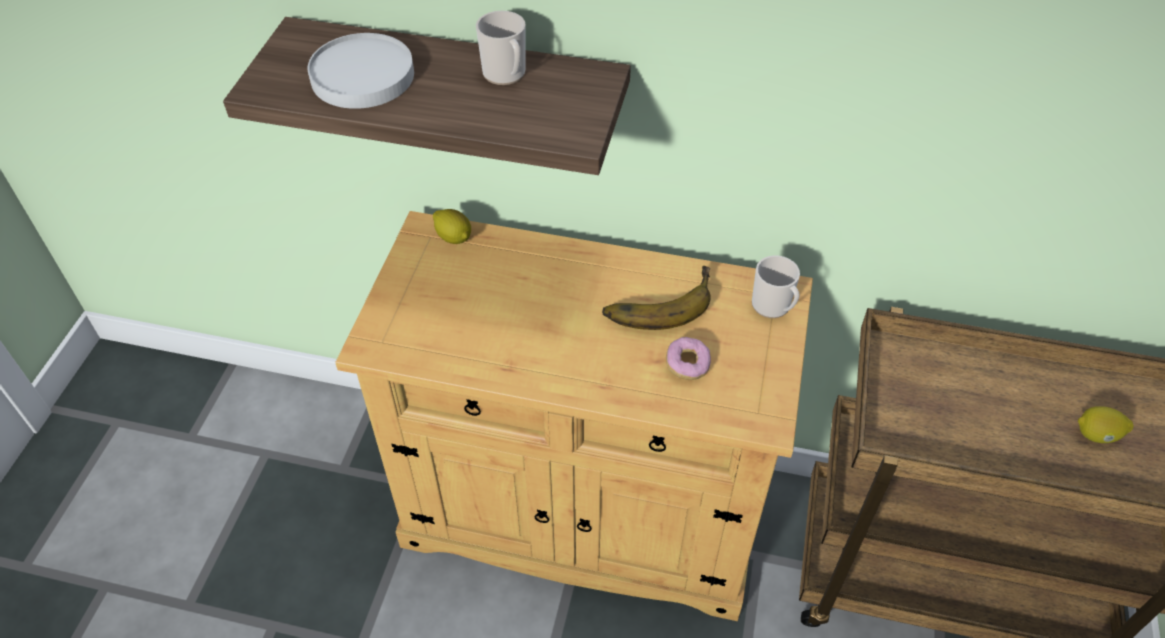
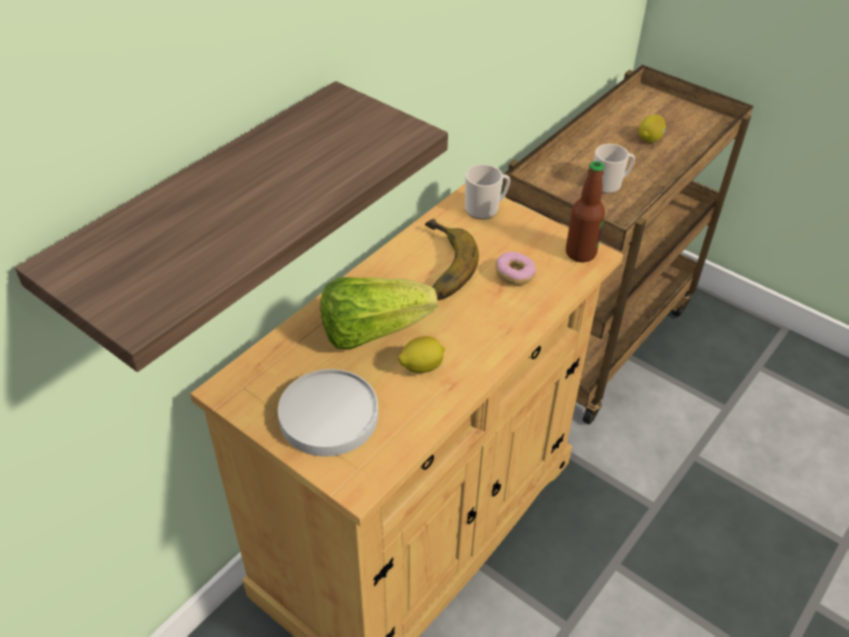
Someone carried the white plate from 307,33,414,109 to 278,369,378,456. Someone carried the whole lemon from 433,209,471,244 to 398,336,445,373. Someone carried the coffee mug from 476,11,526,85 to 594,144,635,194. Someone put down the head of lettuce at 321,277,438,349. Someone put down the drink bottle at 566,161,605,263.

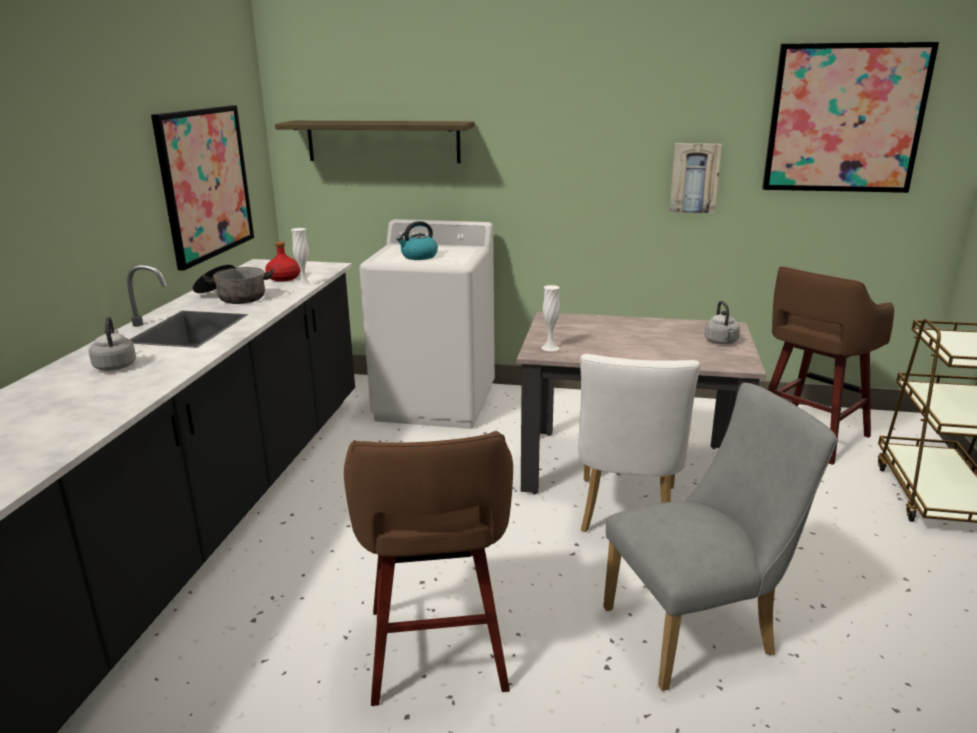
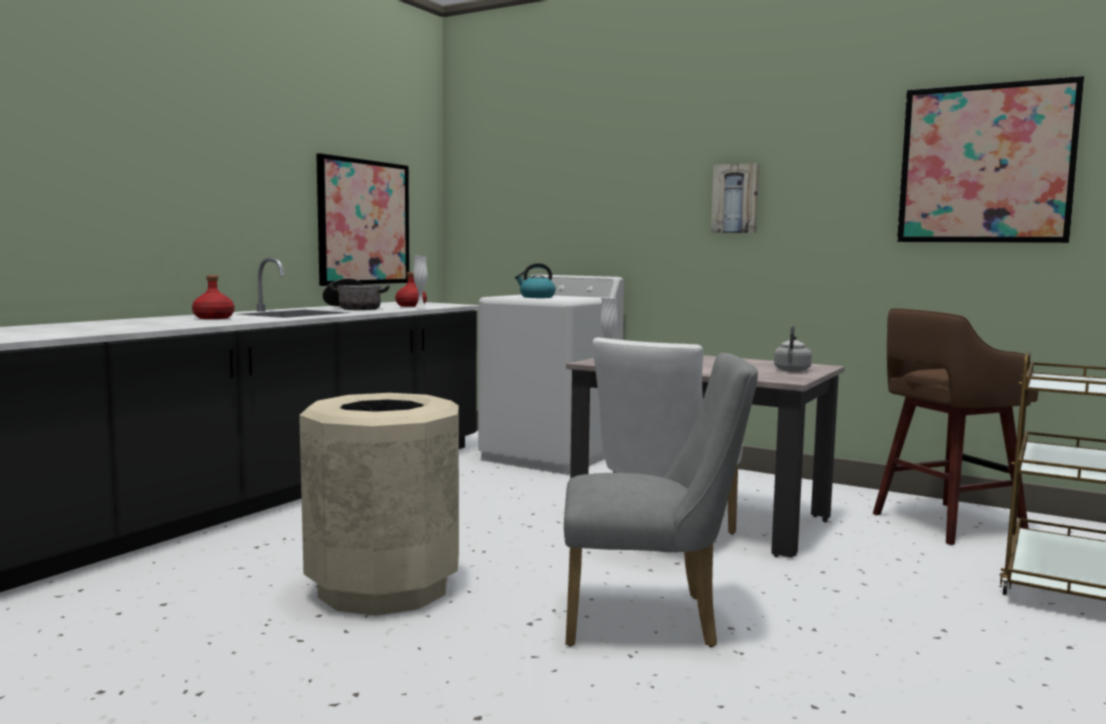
Someone swapped the greyish kettle at 89,316,136,371 for the red-coloured drink bottle at 192,275,234,319. Someone took away the bracket shelf at 275,121,475,163. Someone swapped the brown stool seat at 344,431,513,706 for the sand-coloured rubbish bin at 299,393,459,616. Someone carried the wall art from 669,143,722,213 to 711,163,759,233.

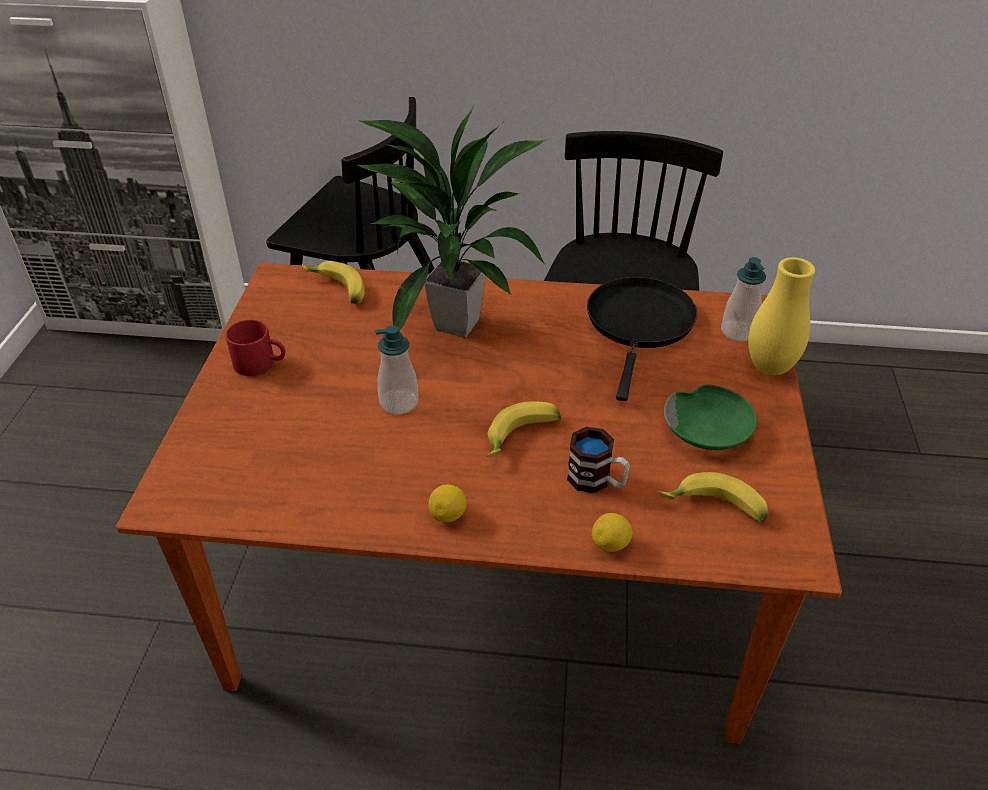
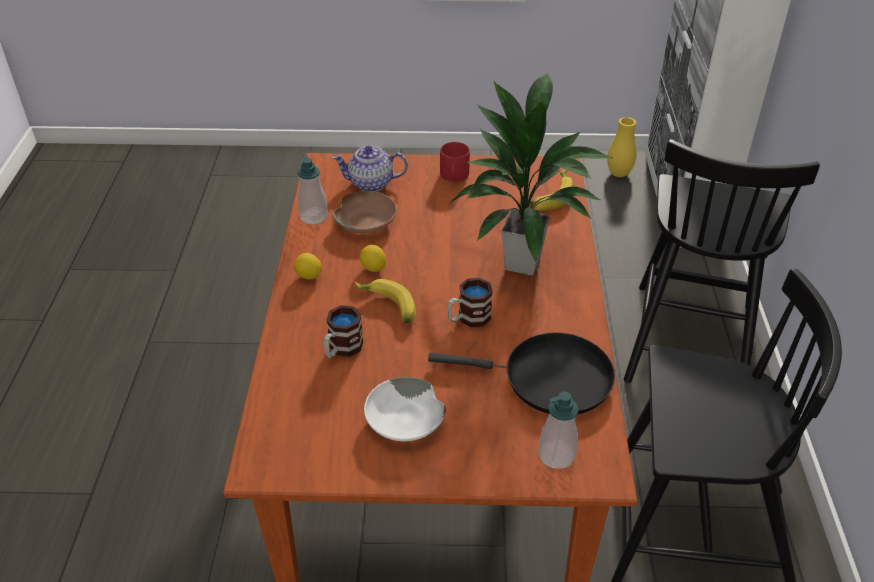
Someone carried the soap dispenser from 375,325,419,414 to 298,154,328,224. Someone carried the whole lemon from 592,513,633,552 to 359,245,386,272. Someone took away the banana at 658,472,768,523. Someone repainted the green deep dish at 664,384,757,450, which became the white deep dish at 364,377,446,441. Someone carried the yellowish vase from 748,257,815,376 to 607,117,637,177. Someone put down the pot for tea at 332,145,408,192. Someone put down the brown deep dish at 333,191,397,233. Someone put down the coffee mug at 447,278,493,327.

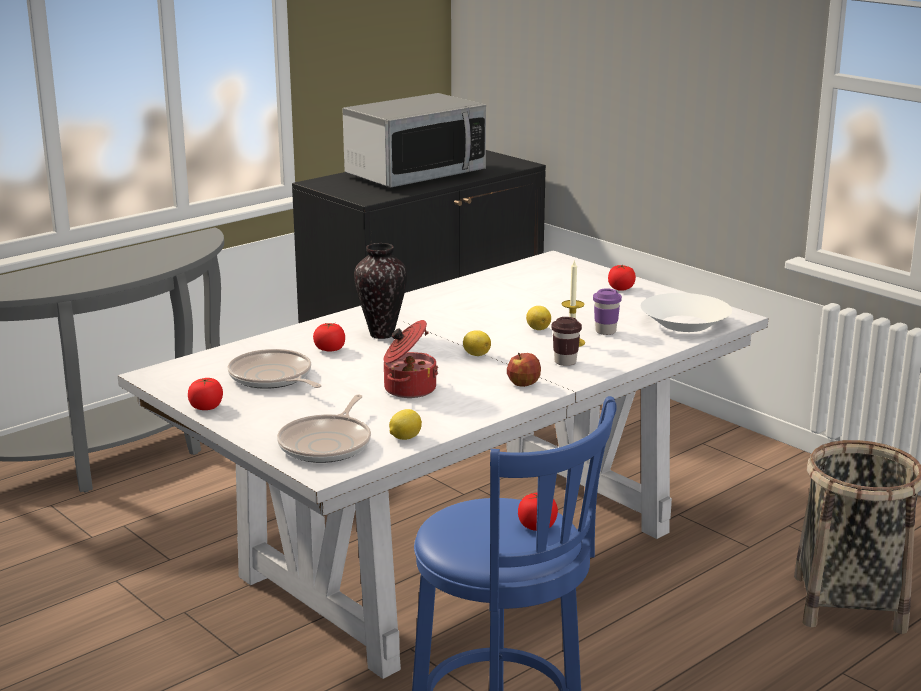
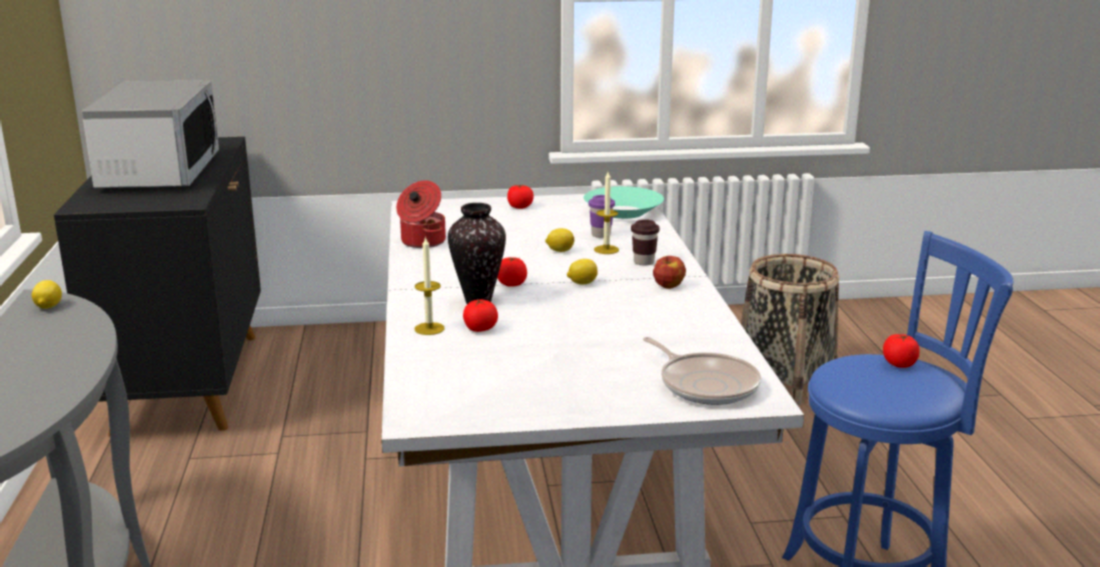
Someone carried the whole tomato from 188,378,223,410 to 497,257,527,287. Someone took away the skillet at 228,349,321,389. Someone carried the cooking pot from 384,320,438,398 to 396,180,446,248. Someone carried the whole lemon from 389,409,422,440 to 32,280,62,309. Someone repainted the white deep dish at 641,293,732,332, which became the turquoise deep dish at 584,186,664,219. Someone put down the wax candle at 414,236,445,335.

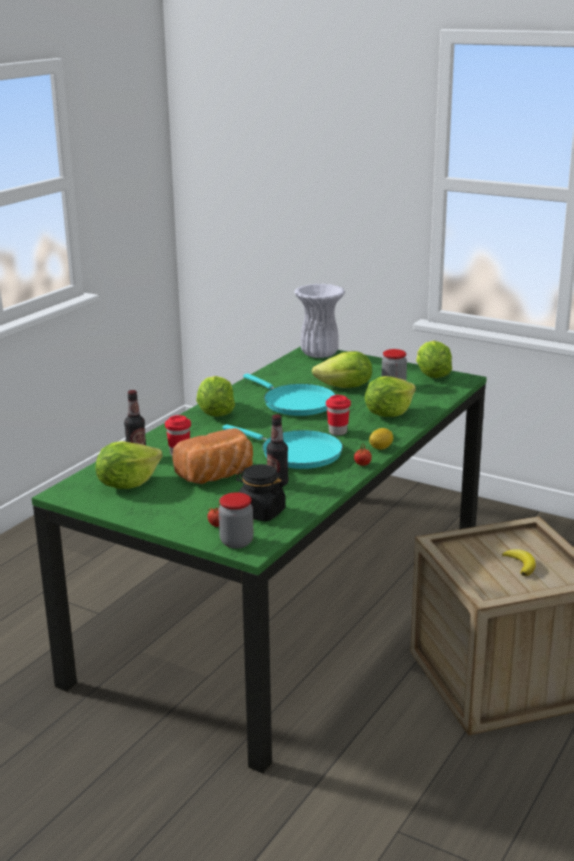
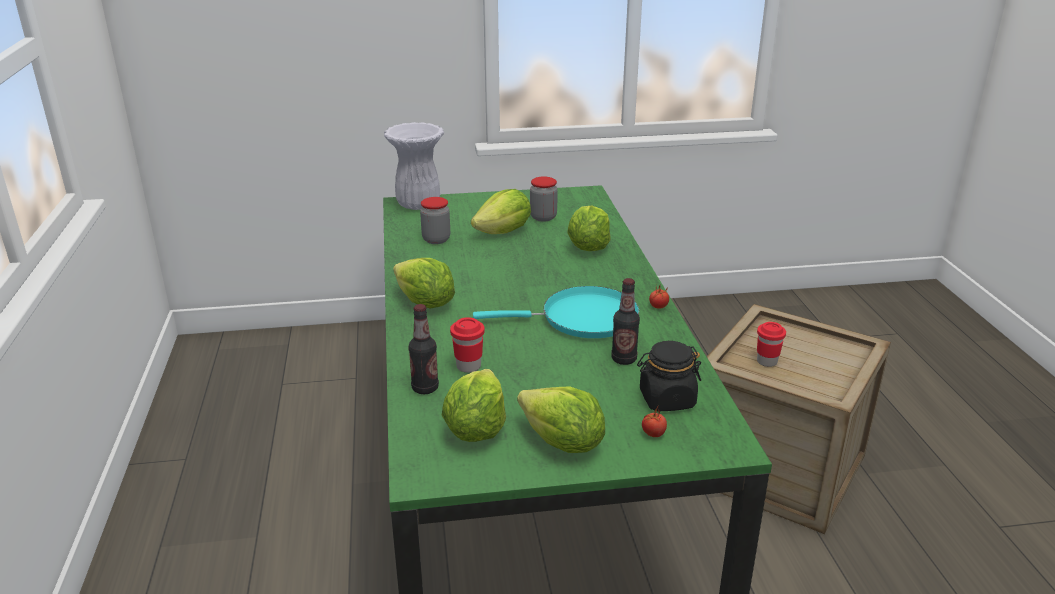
Someone took away the baked bread at 172,428,253,484. Someone carried the storage jar from 219,492,254,549 to 420,197,450,244. Someone took away the turquoise skillet at 243,374,336,416. Someone carried the red-coloured cup from 326,395,351,436 to 757,322,786,367. Someone took away the whole lemon at 369,428,393,450. Someone carried the head of lettuce from 416,341,452,378 to 517,386,605,453. Someone took away the banana at 502,549,536,576.

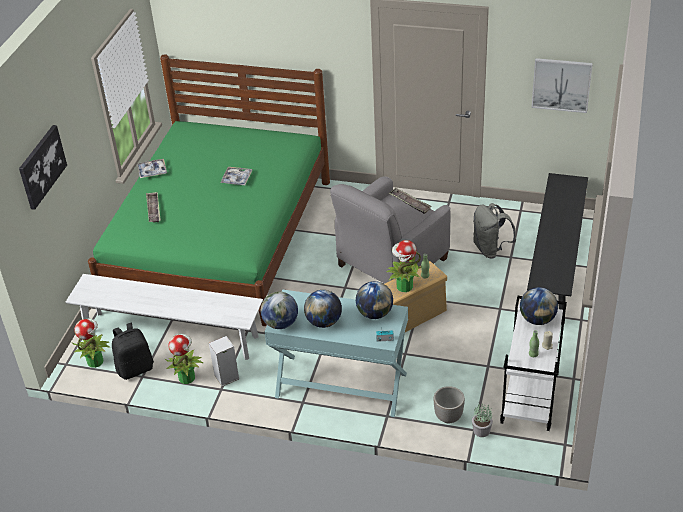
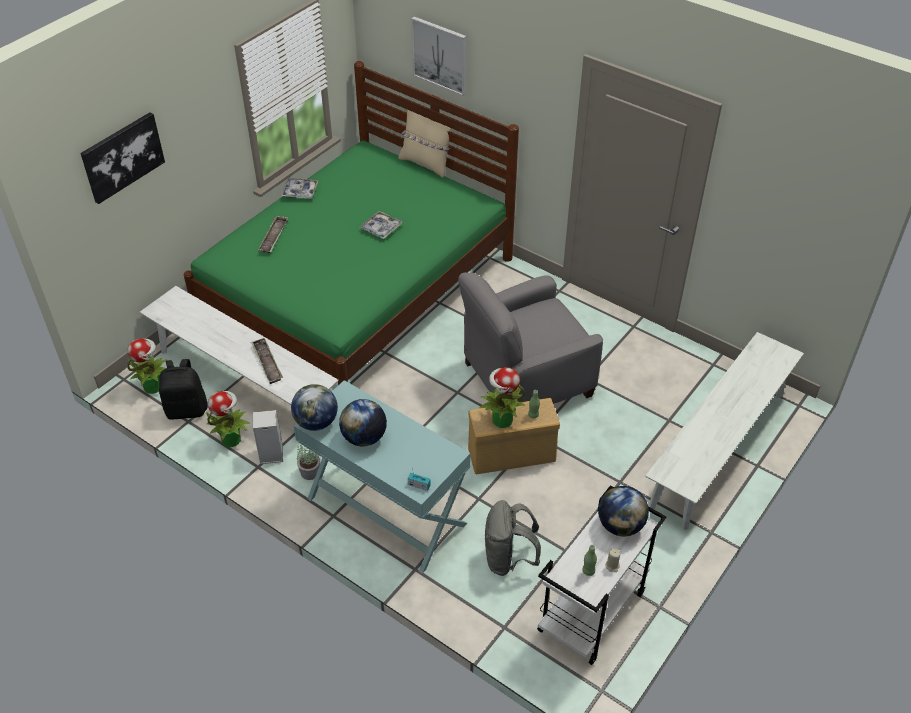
Someone took away the world globe at 356,281,393,319. Someone carried the serving tray from 389,188,432,214 to 251,338,283,384. Someone took away the planter at 433,386,465,423. Someone carried the plant in a pot from 472,403,493,437 to 297,445,320,480. Someone carried the greyish backpack from 473,203,516,258 to 485,500,541,576. Someone repainted the black-coloured bench at 527,173,588,325, which became the white bench at 645,332,804,530. Someone carried the wall art from 532,58,593,113 to 411,17,466,96. Someone put down the sand-coloured pillow at 398,110,452,178.

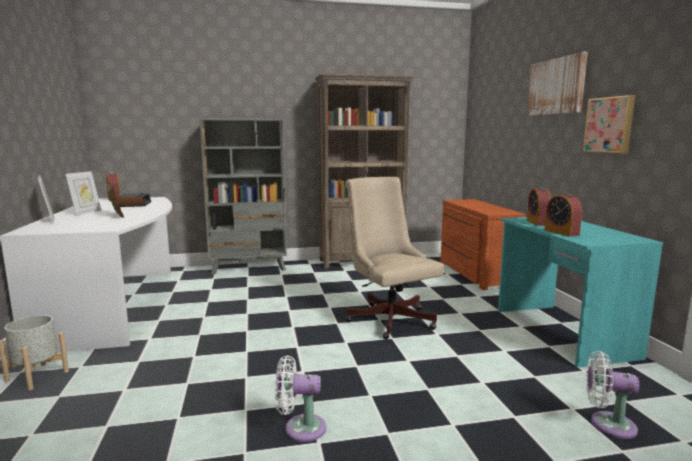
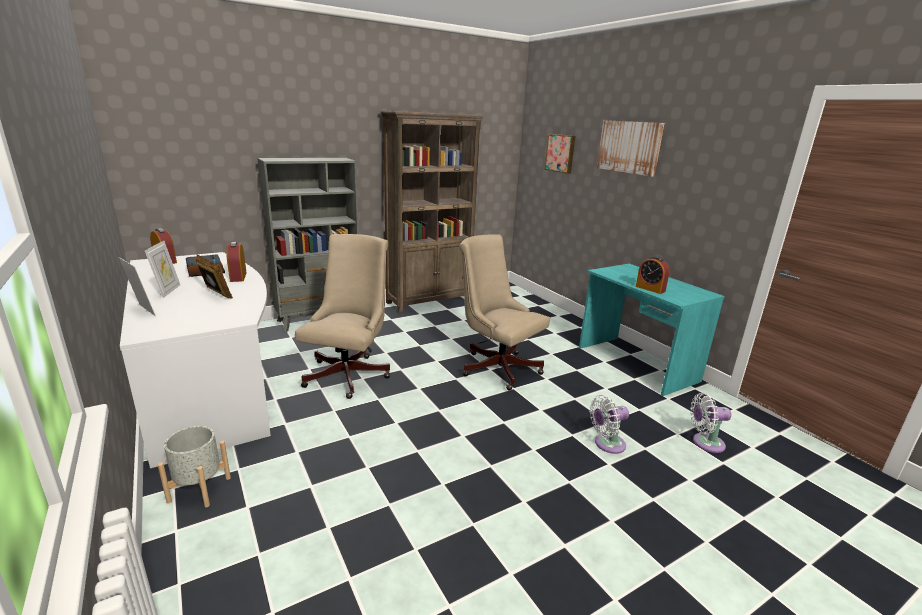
Someone carried the white electric fan from 275,355,326,442 to 590,395,629,454. Someone took away the brown chest of drawers at 441,199,526,290. Someone carried the table clock from 527,187,551,226 to 226,242,247,282. Someone carried the wall art from 583,95,635,154 to 544,134,575,174. Someone put down the sand-coloured office chair at 295,234,390,399.

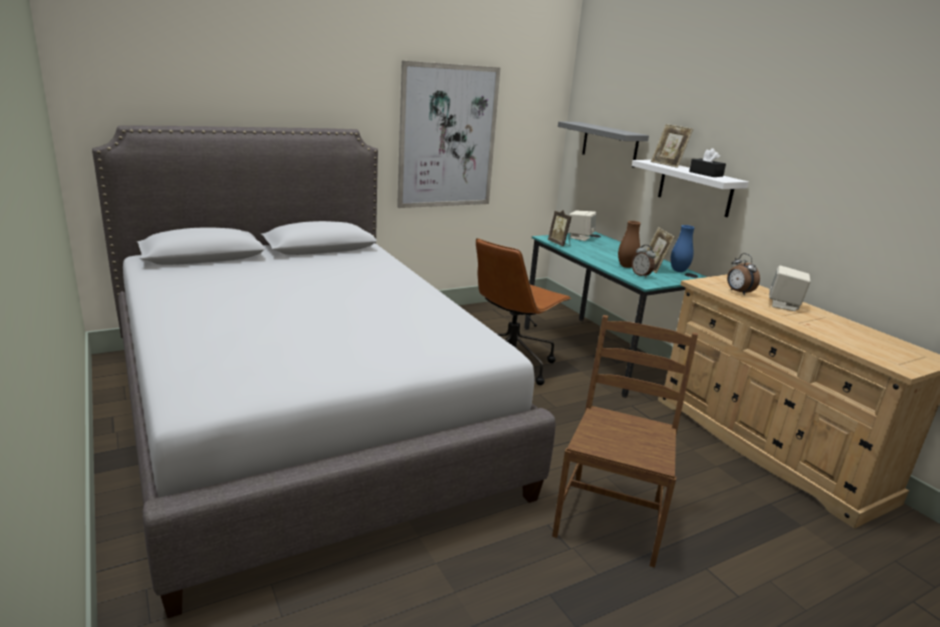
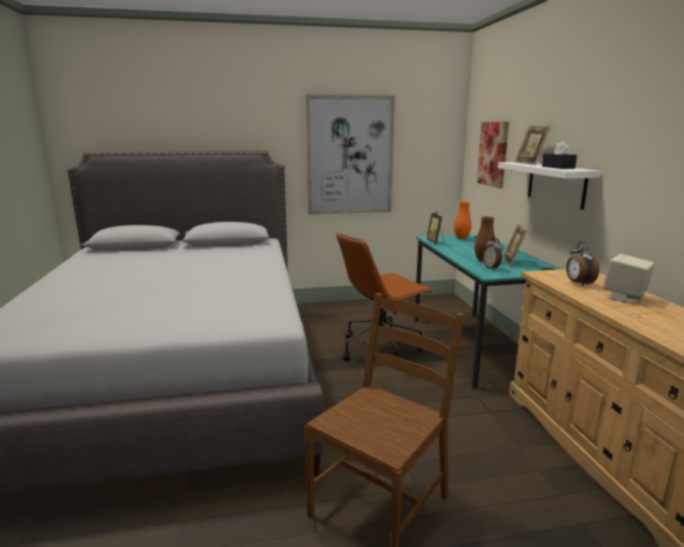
Someone swapped the greyish bracket shelf at 558,121,649,168 for the wall art at 476,122,509,188. Someone swapped the sand-coloured loudspeaker at 568,210,596,241 for the orangey vase at 454,201,472,239. Someone took away the blue vase at 671,225,695,272.

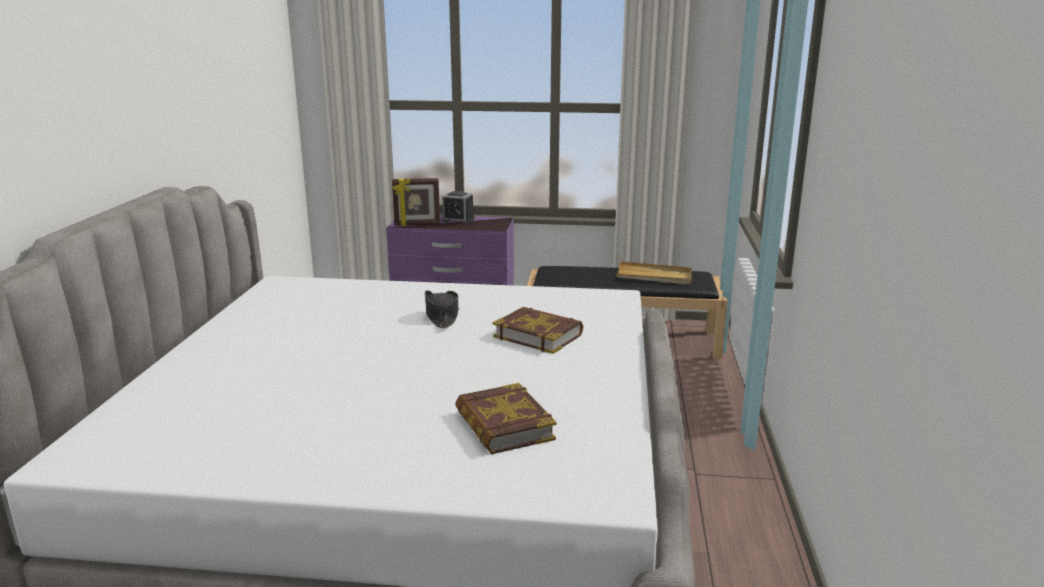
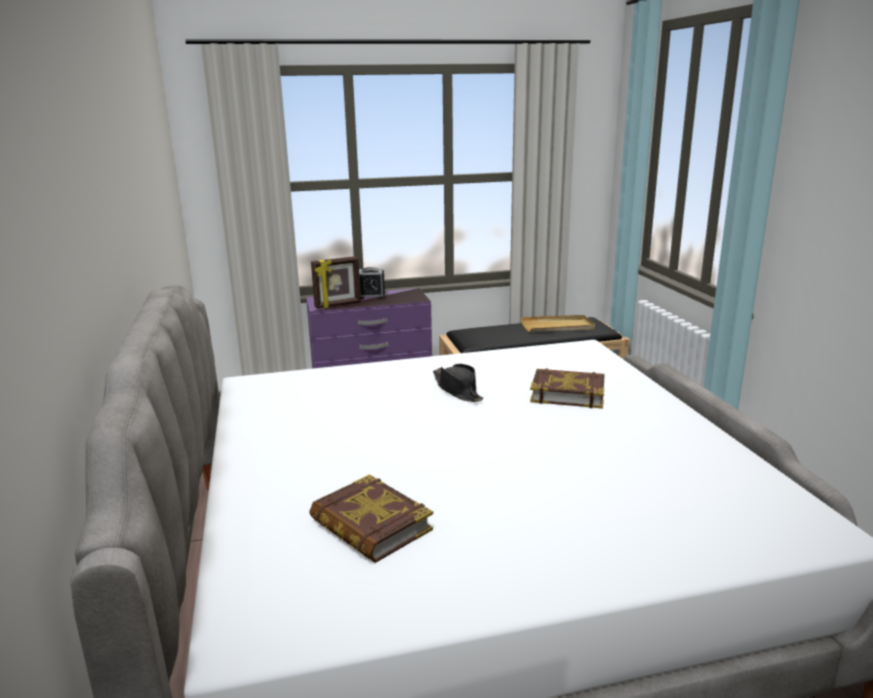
Someone carried the book from 455,383,557,454 to 310,474,433,563.

